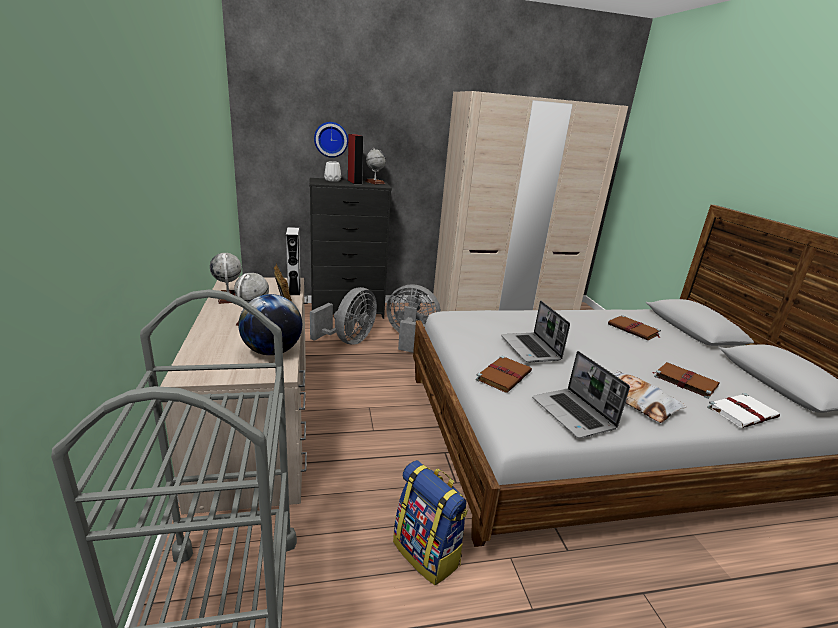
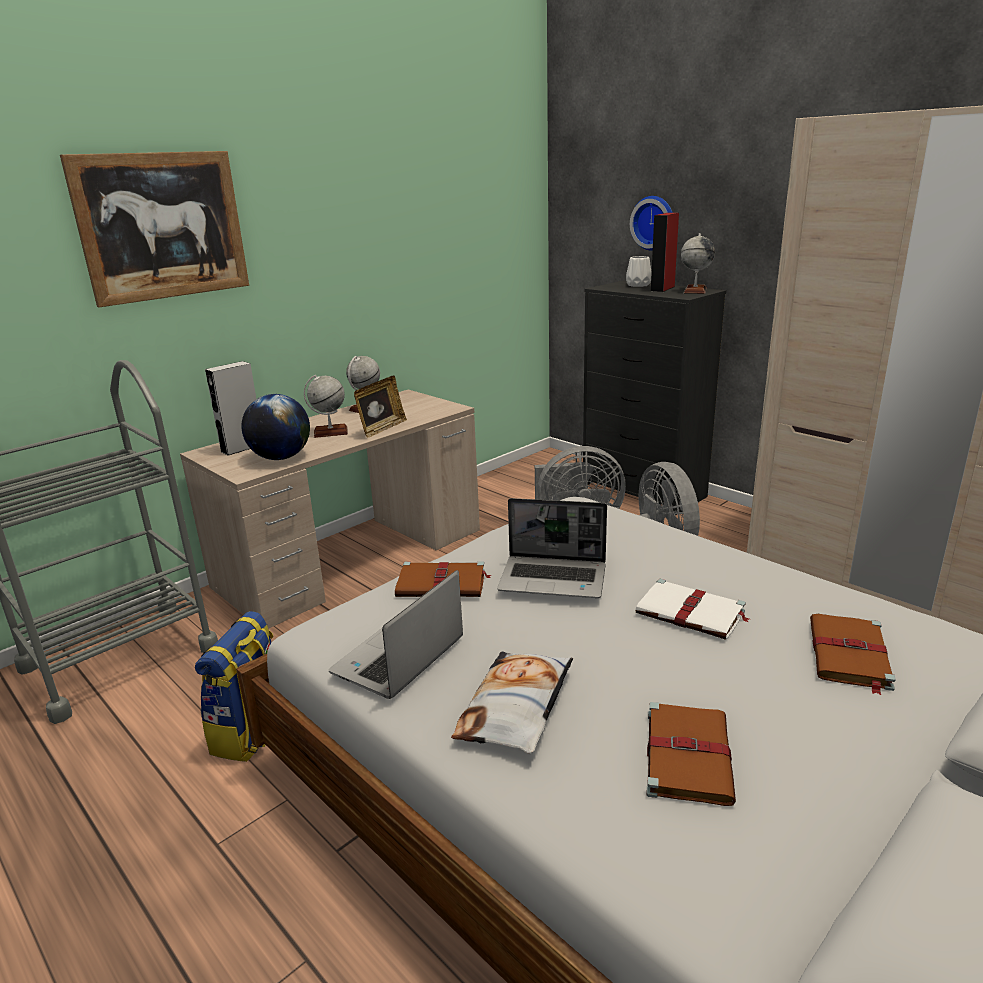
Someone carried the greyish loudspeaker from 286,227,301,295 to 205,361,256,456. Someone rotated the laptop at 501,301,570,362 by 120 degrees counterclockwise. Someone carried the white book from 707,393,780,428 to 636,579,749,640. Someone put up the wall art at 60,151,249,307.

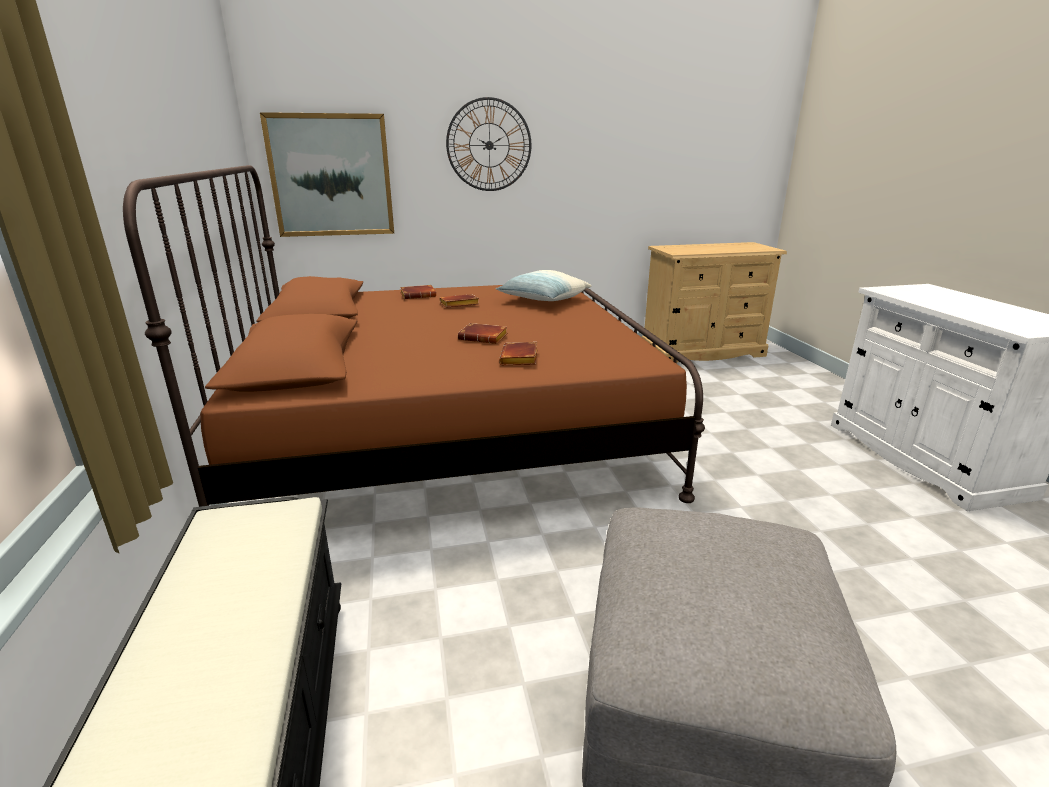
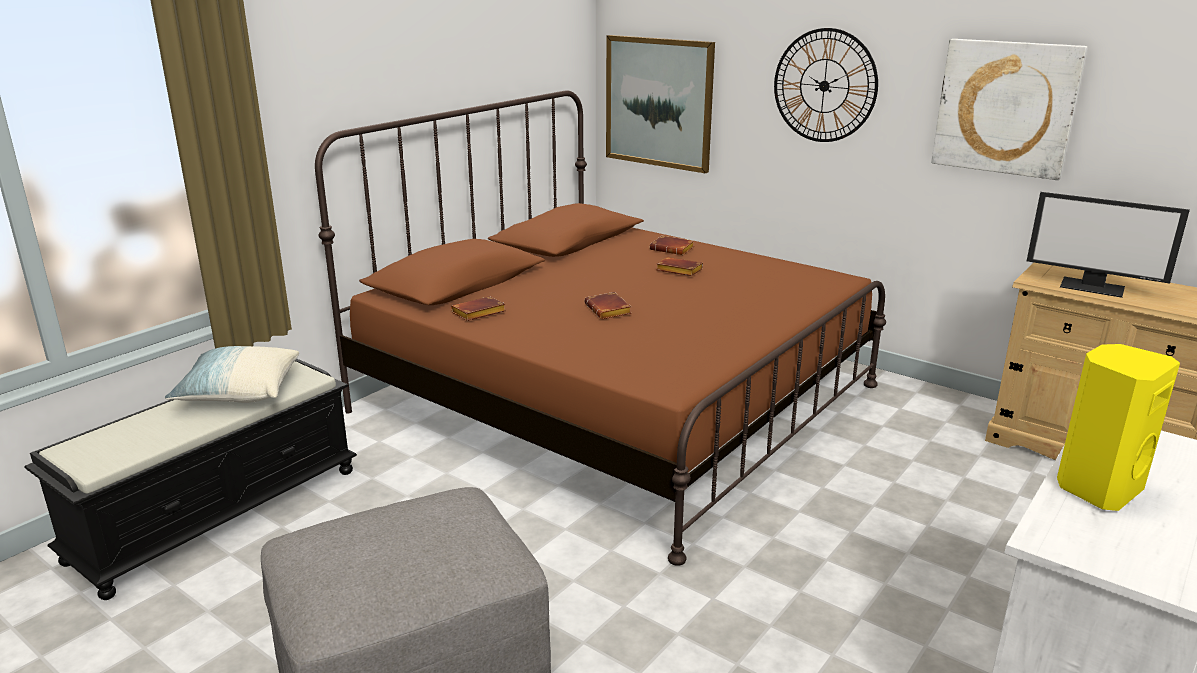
Someone carried the pillow from 496,270,592,301 to 165,346,299,403. Someone carried the brown book from 499,342,538,365 to 451,296,506,321. Someone put up the wall art at 931,39,1088,180. Someone put down the monitor at 1027,192,1190,298. Someone put down the yellowish loudspeaker at 1057,344,1180,511.

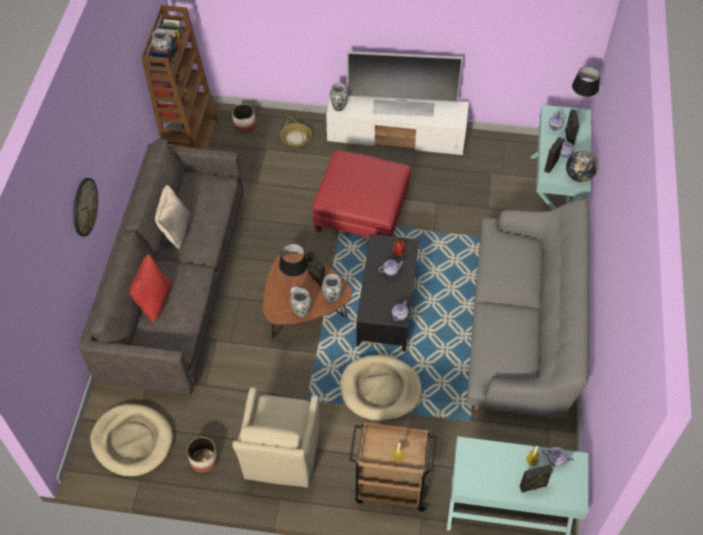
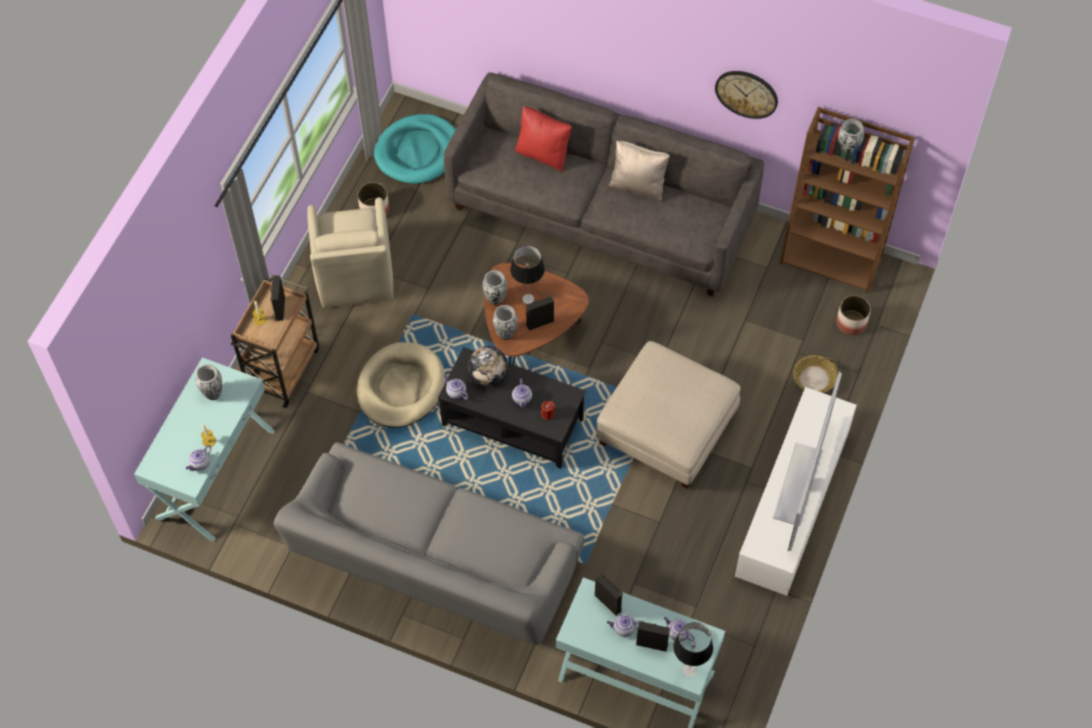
Someone carried the clock on the wall from 73,178,98,237 to 715,71,778,119. Someone repainted the sand-coloured pet bed at 90,404,173,477, which became the turquoise pet bed at 374,114,456,184. Someone rotated the sand-coloured easy chair at 232,387,319,488 by 120 degrees counterclockwise. Someone repainted the red-coloured footrest at 312,150,411,237, which became the sand-coloured footrest at 597,341,741,489. Someone carried the vase from 330,83,348,111 to 195,364,222,400. Someone carried the black-coloured loudspeaker from 520,464,553,493 to 270,275,285,321. Someone carried the world globe from 566,151,598,182 to 468,346,508,385.

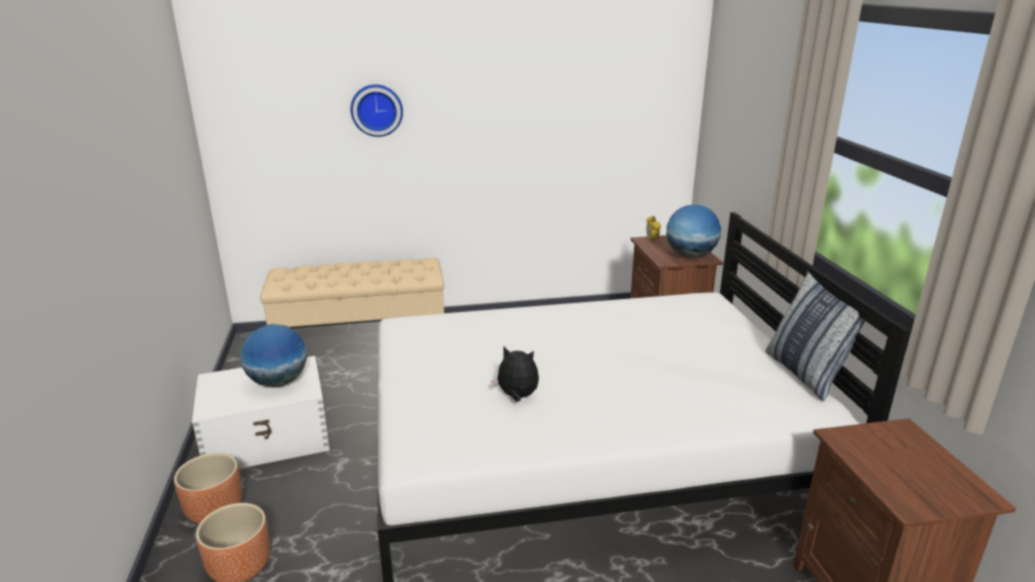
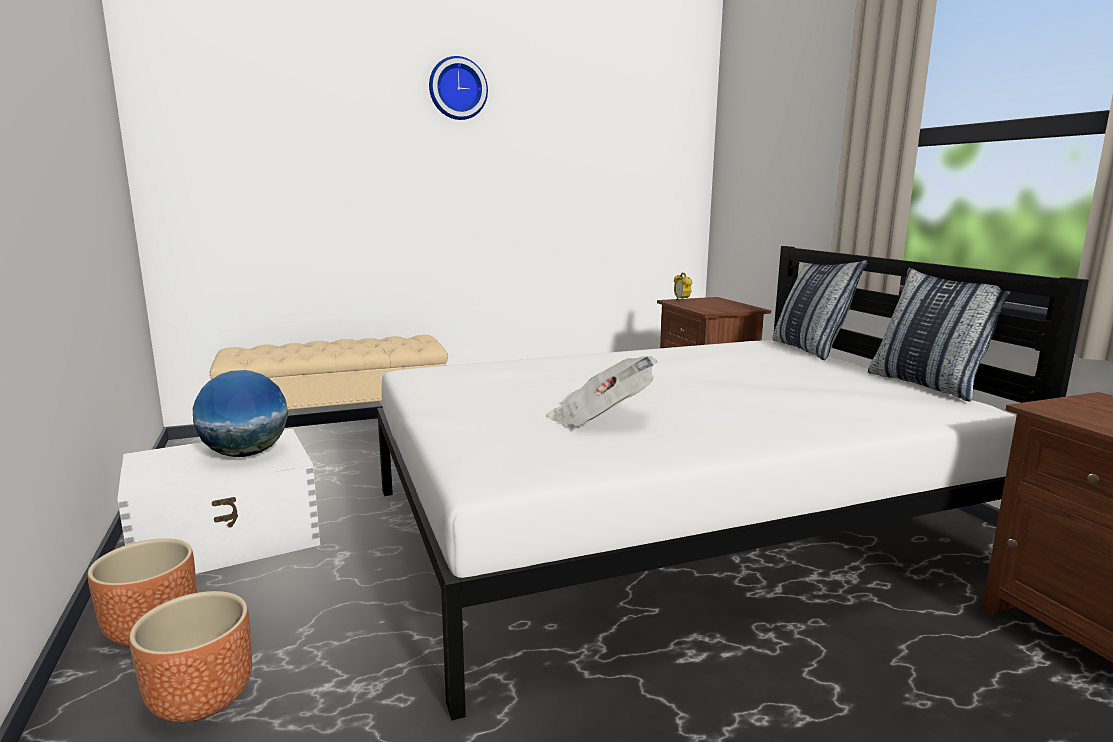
Someone carried the clock on the wall from 351,84,403,137 to 429,56,488,120. Someone swapped the cuddly toy at 491,347,539,402 for the daily paper at 547,356,657,427. Someone took away the world globe at 666,205,721,258. Someone put down the pillow at 773,260,868,360.

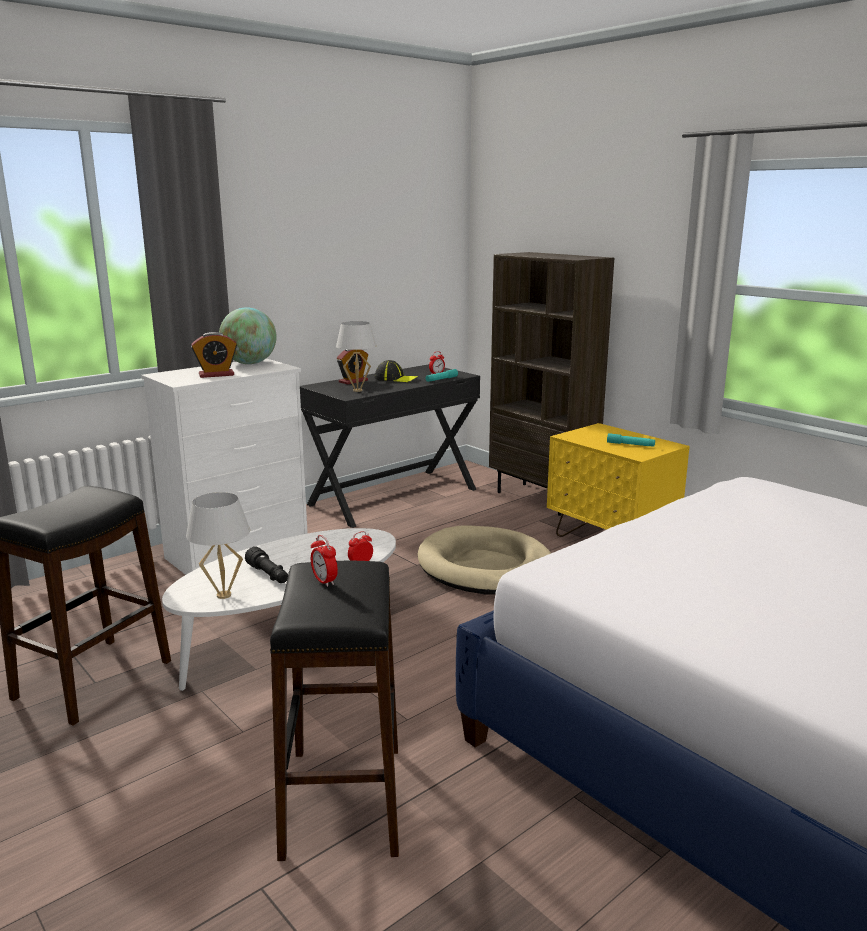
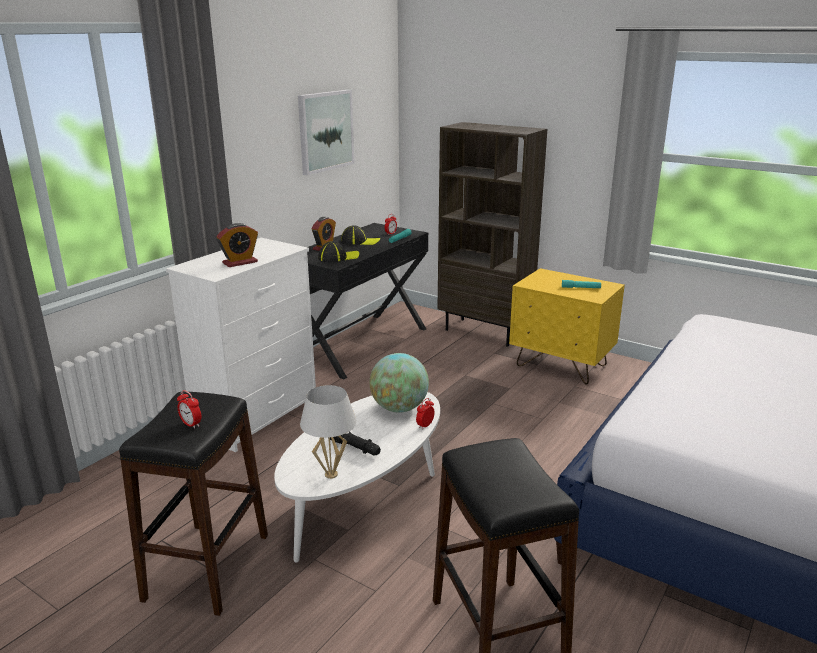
Someone carried the world globe from 219,307,277,364 to 369,353,429,413. Someone carried the table clock from 311,535,338,587 to 177,390,201,429. Someone swapped the white lamp for a table at 336,321,377,392 for the peaked cap at 318,241,359,263. Someone took away the sand-coloured pet bed at 418,526,551,595. Someone put up the wall art at 298,90,355,175.

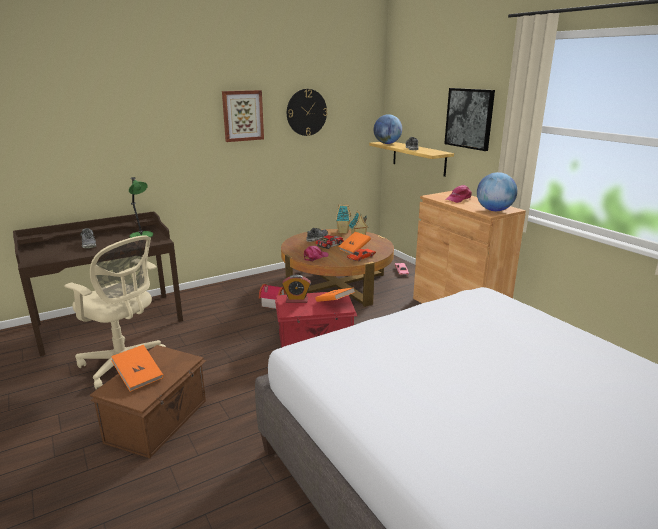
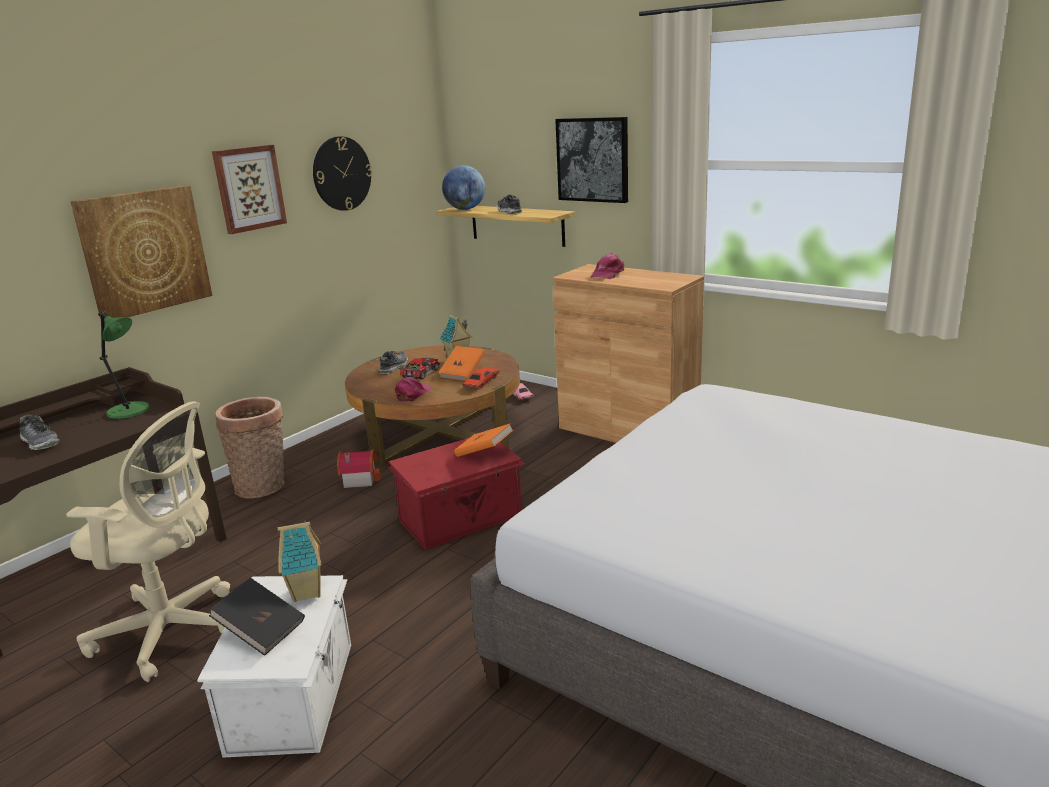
Someone repainted the brown storage container at 90,345,207,458, which became the white storage container at 197,575,351,758. Someone repainted the orangey book at 111,345,164,392, which became the black-coloured book at 209,578,305,656. Someone took away the table clock at 282,275,311,303. Someone carried the model house from 336,204,351,234 to 278,520,321,602. Someone took away the world globe at 477,172,517,211. Someone put up the wall art at 70,185,213,319. Someone put down the household basket at 215,397,285,499.

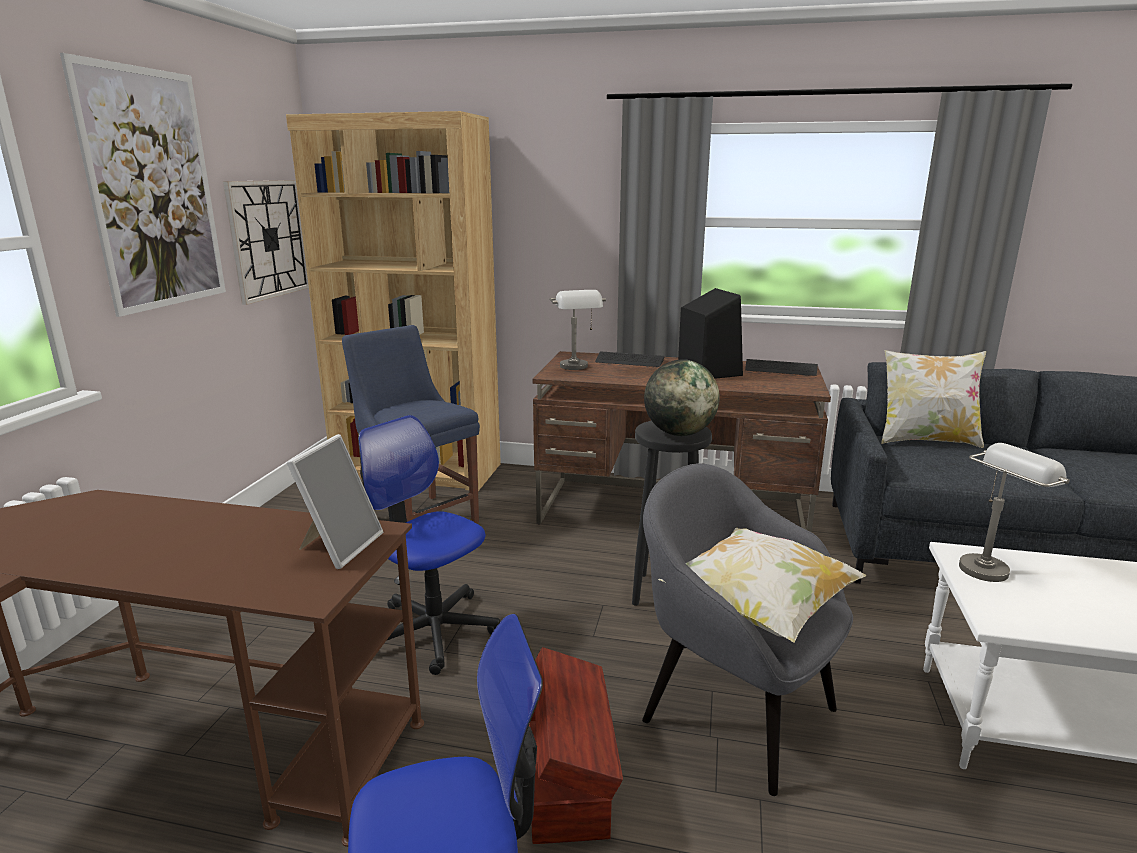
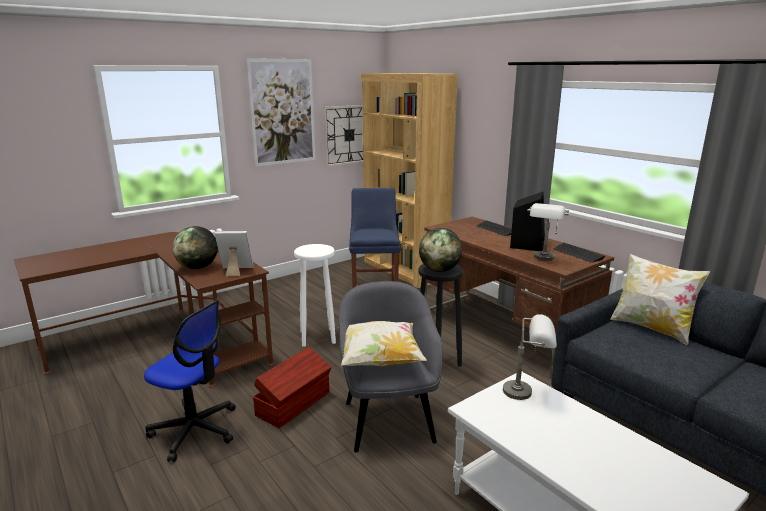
Someone rotated the photo frame at 287,434,383,569 by 150 degrees counterclockwise. Someone swapped the office chair at 358,415,500,675 for the white stool seat at 294,244,336,347. Someone carried the greyish lamp for a table from 549,290,606,370 to 527,203,569,261. Someone put down the world globe at 173,226,218,269.

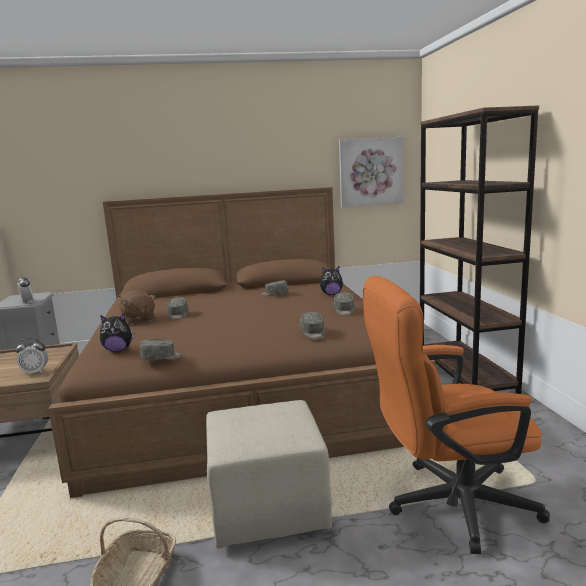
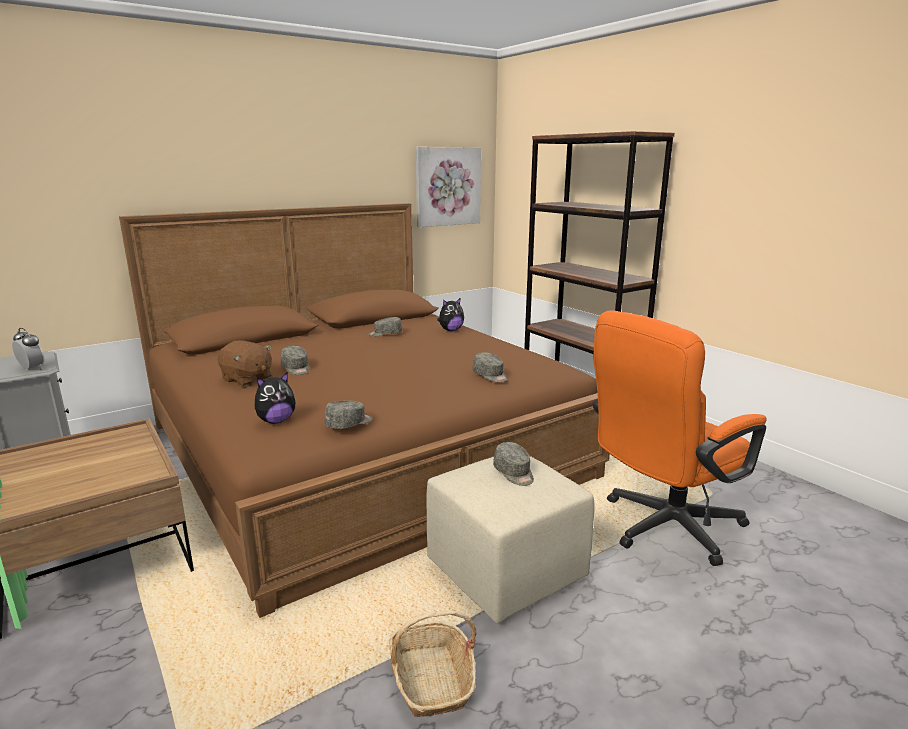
Someone took away the table clock at 16,338,48,375. Someone carried the greyish peaked cap from 334,293,355,315 to 493,442,534,486.

